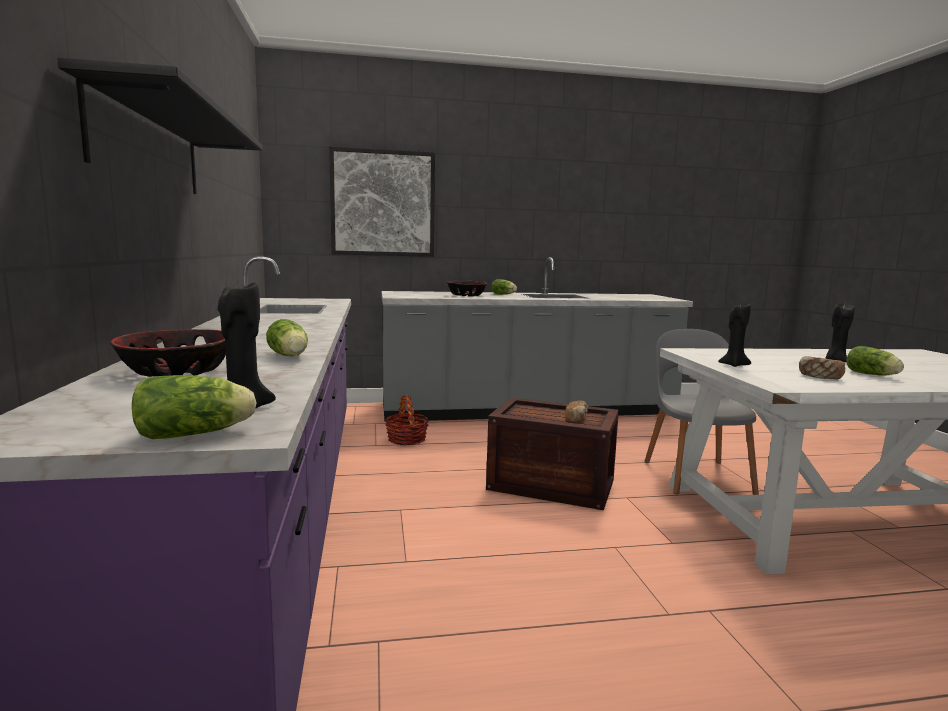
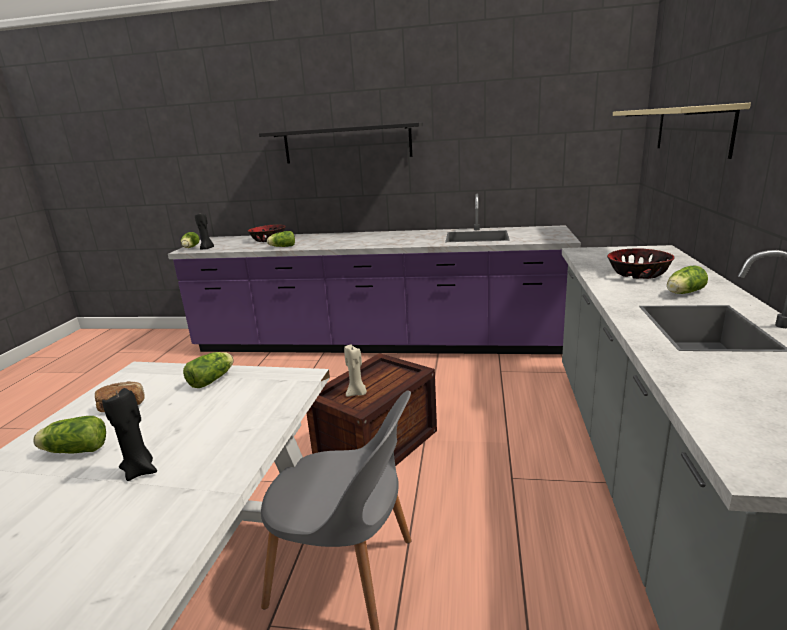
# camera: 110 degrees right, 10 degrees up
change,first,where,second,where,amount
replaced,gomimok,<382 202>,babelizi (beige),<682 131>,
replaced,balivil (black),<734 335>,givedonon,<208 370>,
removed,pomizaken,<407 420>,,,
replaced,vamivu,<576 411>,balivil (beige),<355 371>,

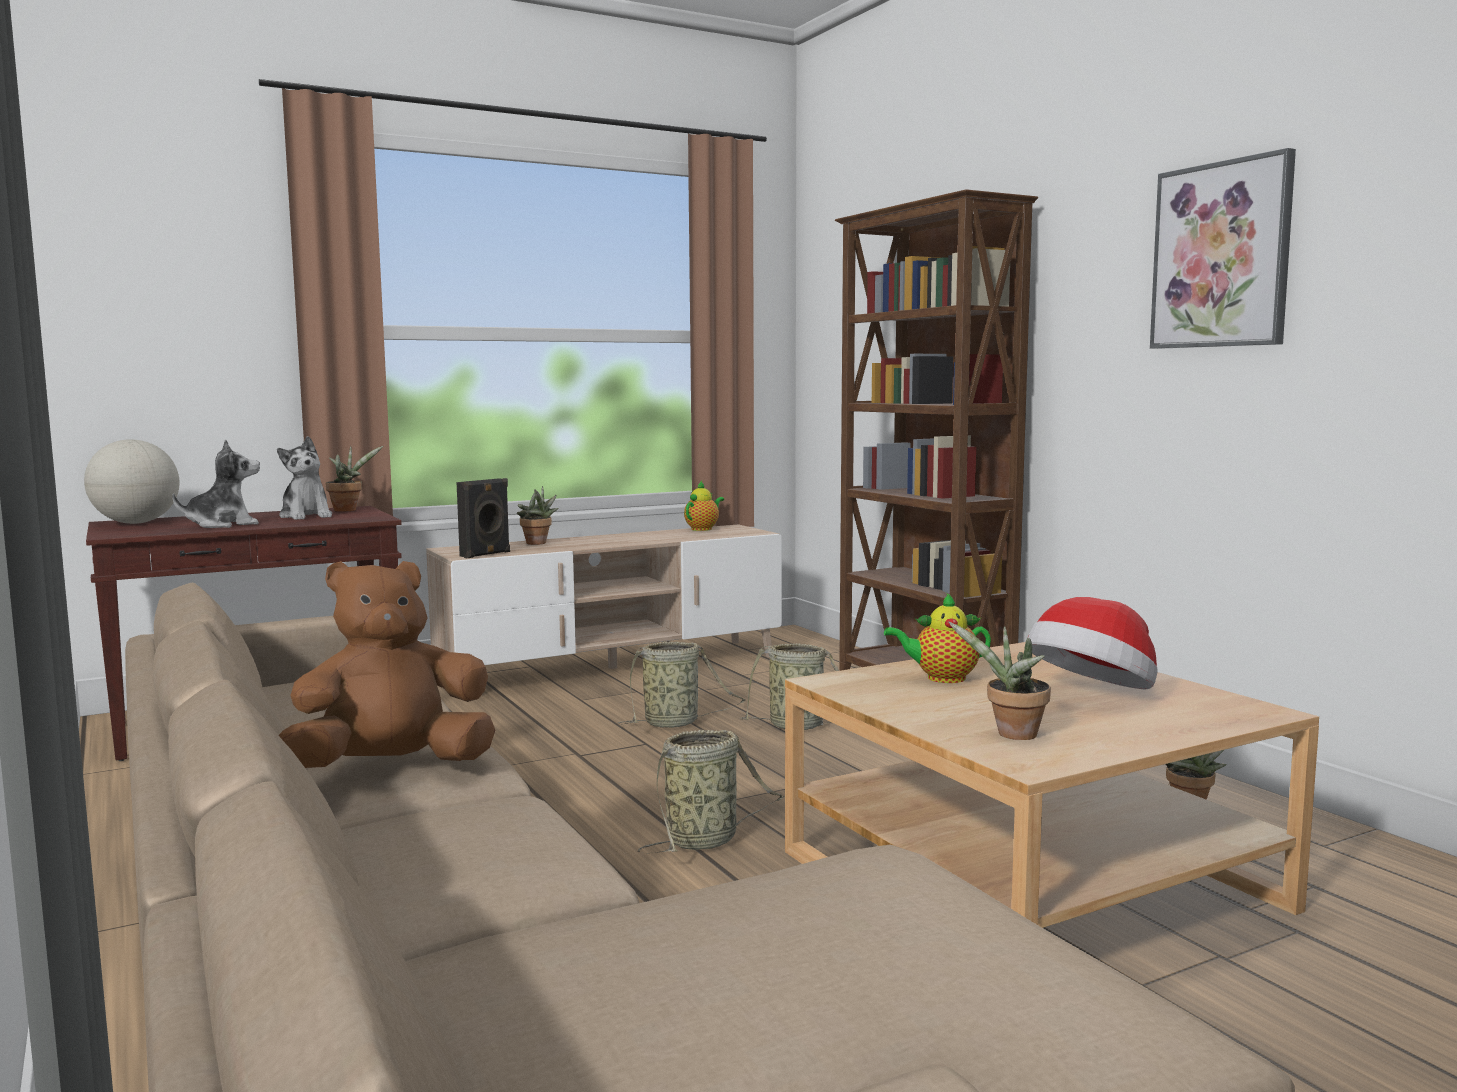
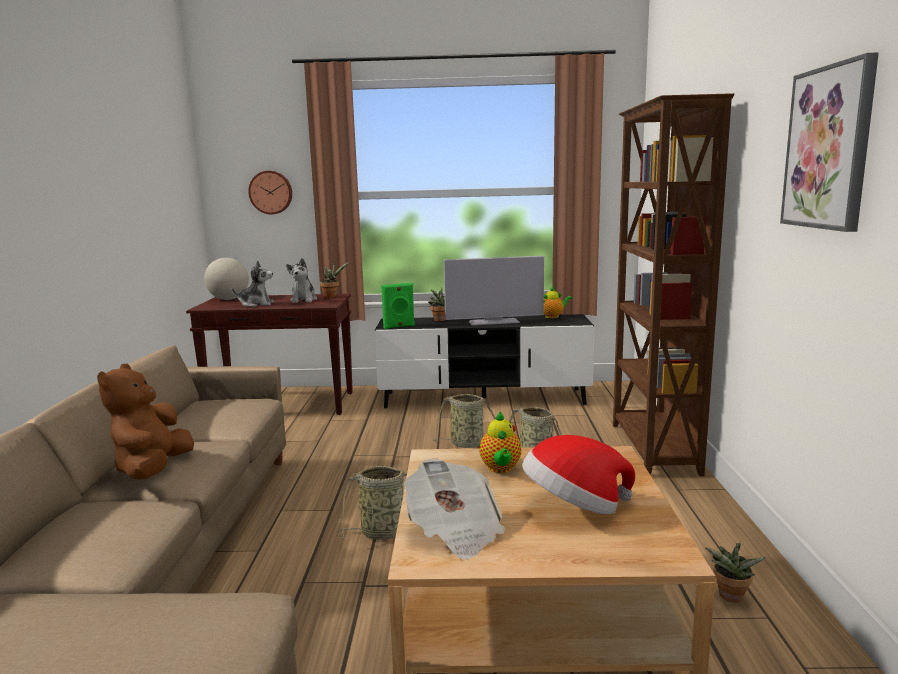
# camera: 30 degrees right, 5 degrees up
change,first,where,second,where,amount
recoloured,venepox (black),<483 518>,venepox (green),<398 306>,
recoloured,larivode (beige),<604 596>,larivode (black),<484 361>,
turned,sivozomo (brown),<387 664>,,<145 422>,90 degrees counterclockwise
turned,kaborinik,<937 638>,,<500 442>,120 degrees counterclockwise
replaced,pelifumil,<999 680>,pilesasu,<454 509>,
added,,,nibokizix,<270 192>,
added,,,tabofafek,<494 290>,

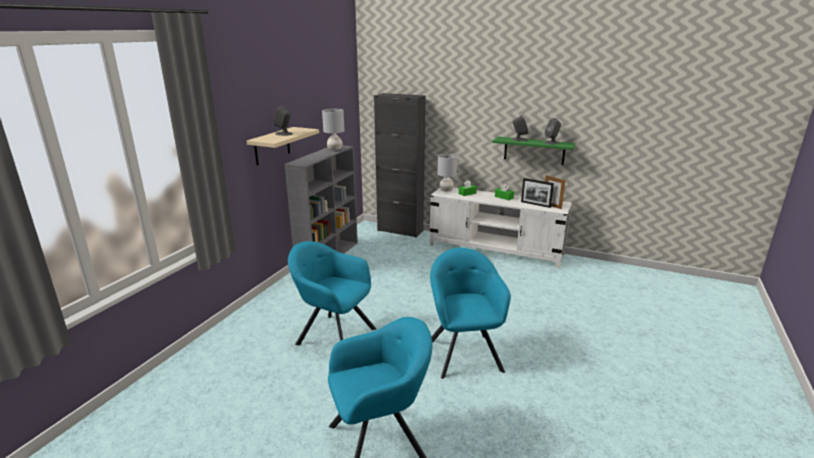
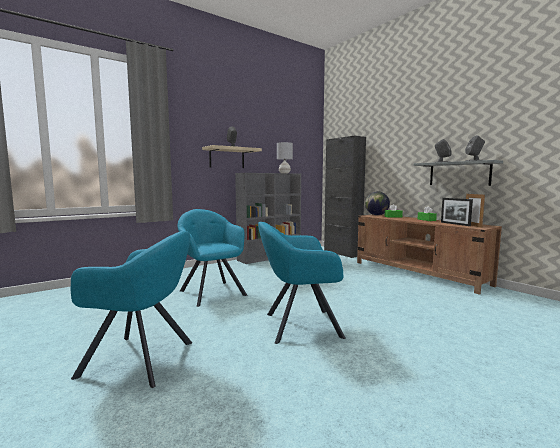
# camera: 30 degrees right, 15 degrees down
change,first,where,second,where,amount
recoloured,babelizi (green),<533 151>,babelizi (grey),<458 173>,
replaced,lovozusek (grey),<447 172>,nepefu,<377 203>,
recoloured,larivode (white),<501 227>,larivode (brown),<429 254>,
turned,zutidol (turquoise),<470 313>,,<302 283>,120 degrees counterclockwise

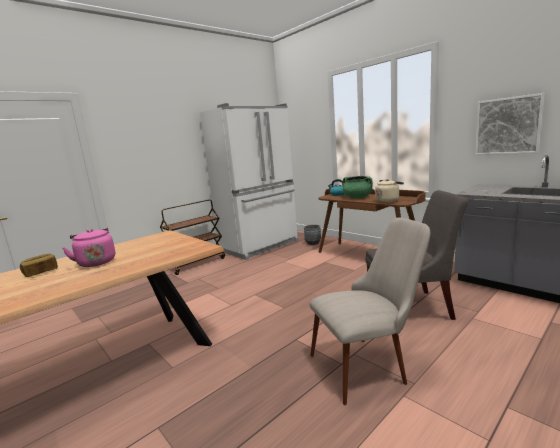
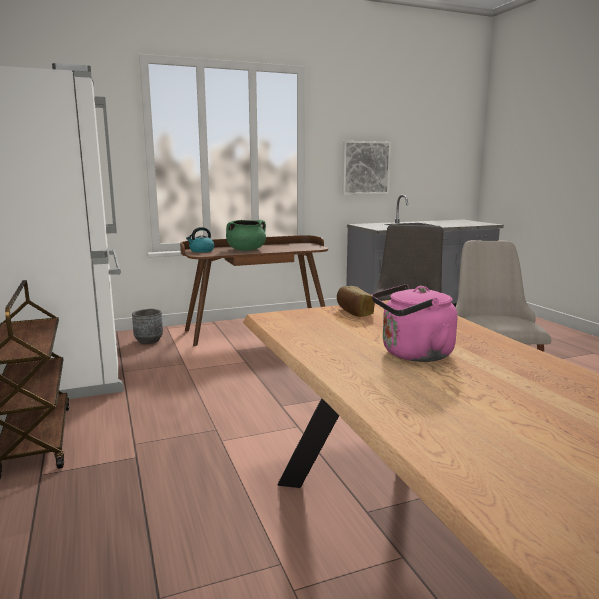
# camera: 70 degrees left, 0 degrees up
change,first,where,second,where,amount
removed,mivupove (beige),<389 191>,,,
moved,vamivu,<39 265>,,<356 301>,

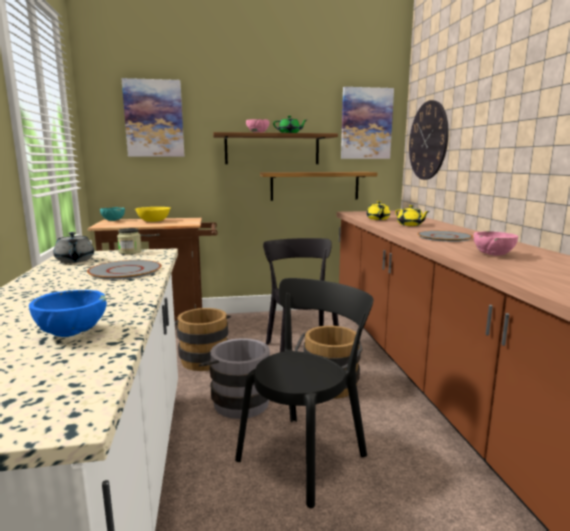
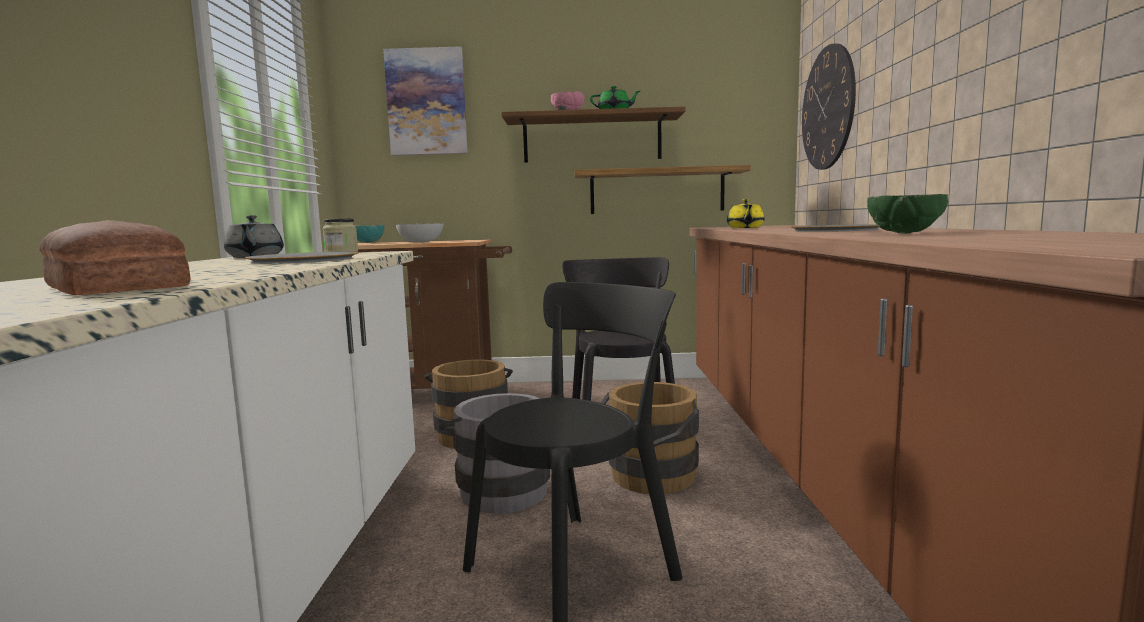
# camera: 10 degrees right, 5 degrees down
change,first,where,second,where,amount
removed,gomimok,<367 123>,,,
removed,kaborinik (yellow),<412 215>,,,
recoloured,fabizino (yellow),<152 214>,fabizino (white),<419 232>,
recoloured,fabizino (pink),<496 243>,fabizino (green),<907 214>,
replaced,fabizino (blue),<68 313>,vamivu,<115 257>,

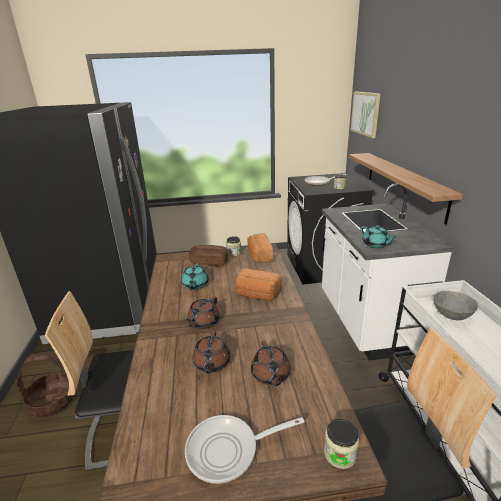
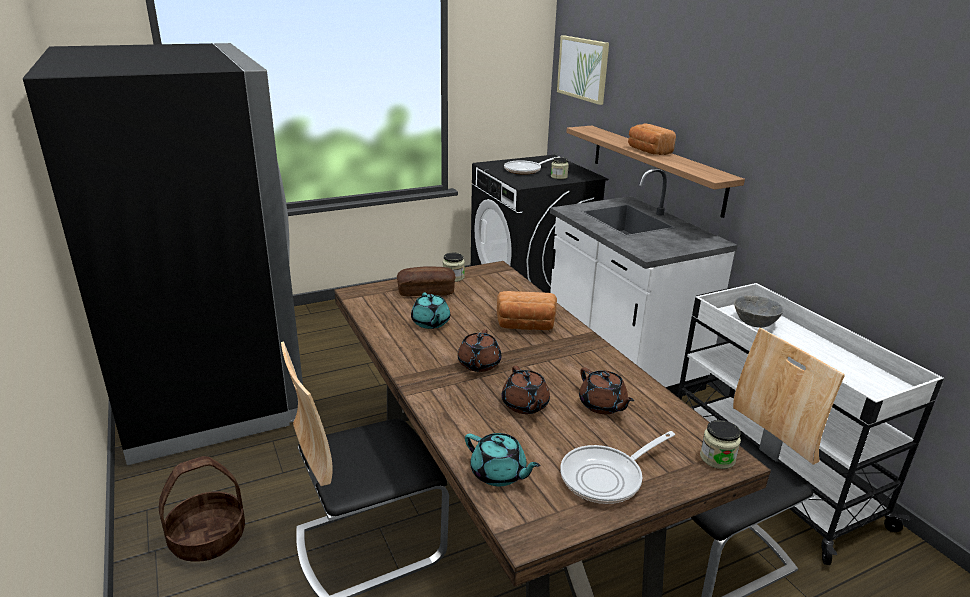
# camera: 20 degrees left, 0 degrees up
change,first,where,second,where,amount
moved,kaborinik (turquoise),<378 236>,,<503 459>,
moved,vamivu,<260 248>,,<652 139>,

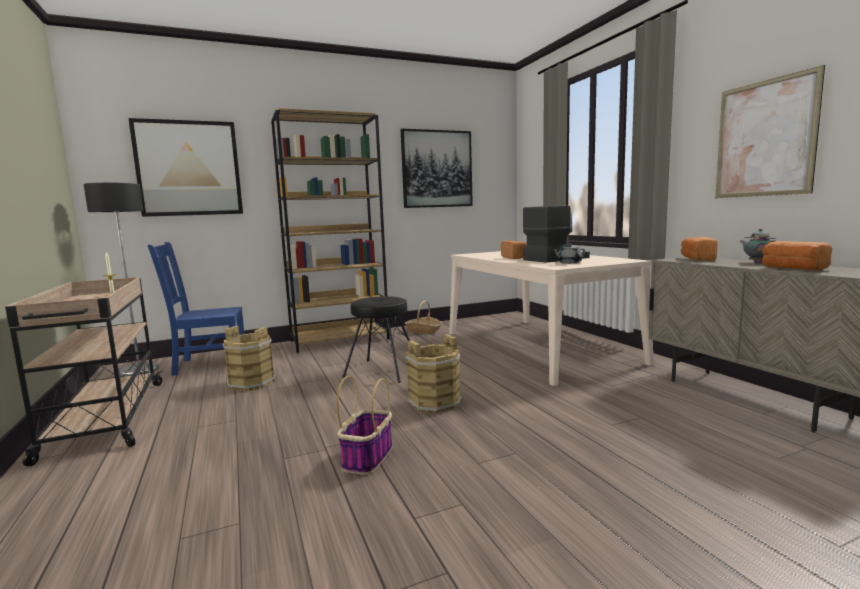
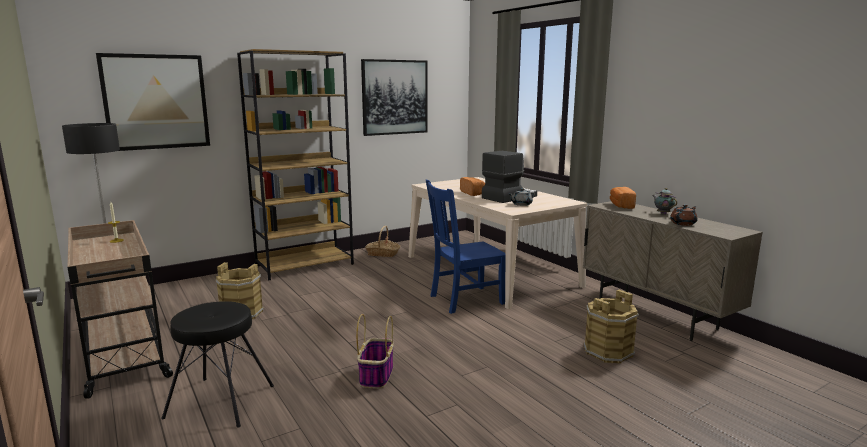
# camera: 10 degrees left, 5 degrees up
change,first,where,second,where,amount
removed,gomimok,<770 131>,,,
replaced,vamivu,<797 255>,kaborinik (brown),<684 215>,
moved,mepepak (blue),<196 309>,,<466 247>,
moved,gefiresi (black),<376 339>,,<217 364>,
moved,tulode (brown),<433 374>,,<611 327>,

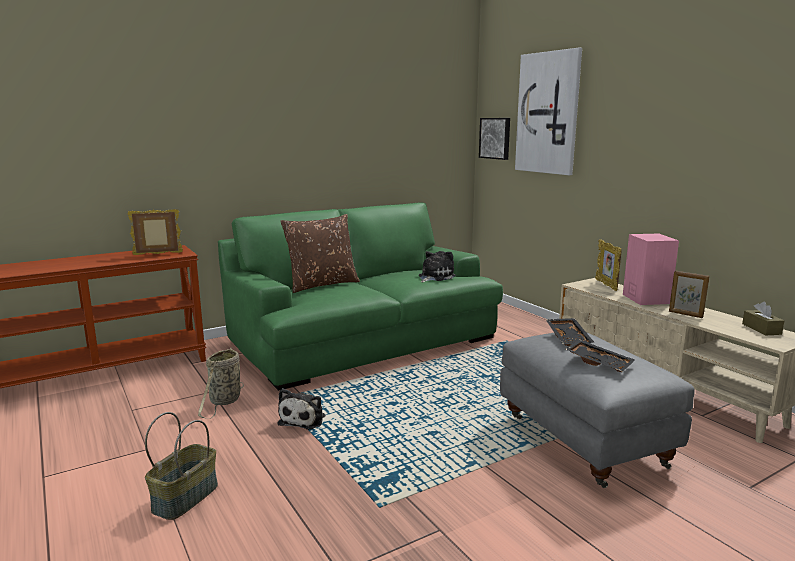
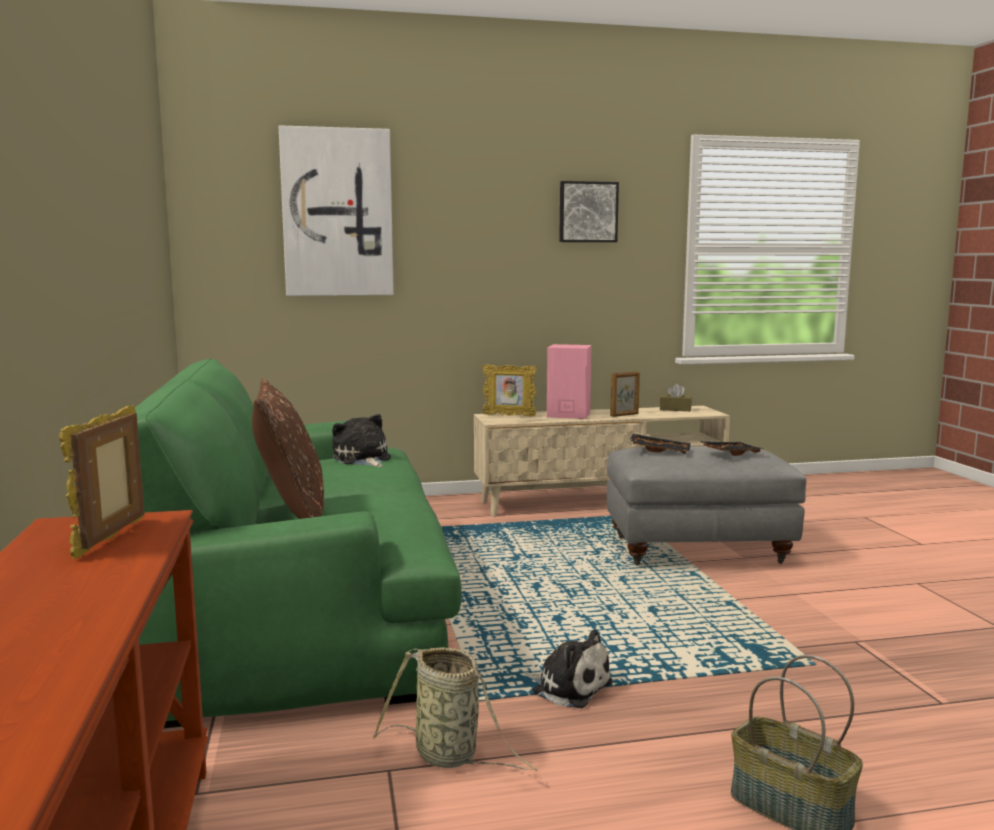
# camera: 70 degrees left, 5 degrees down
change,first,where,second,where,amount
moved,gomimok,<494 139>,,<589 211>,

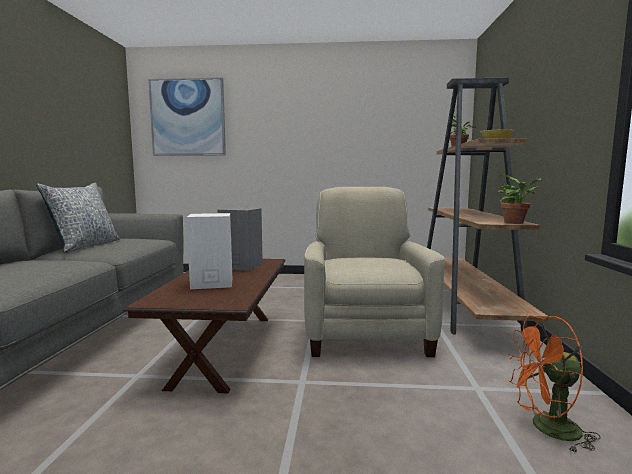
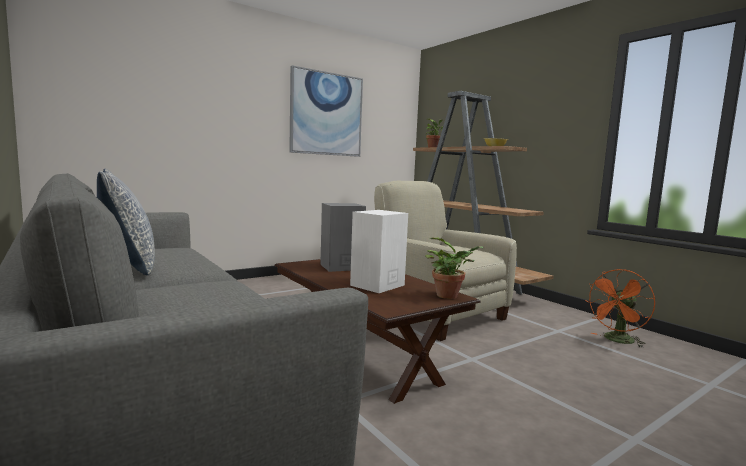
# camera: 40 degrees left, 0 degrees up
change,first,where,second,where,amount
moved,gomimok,<187 117>,,<326 111>,
moved,pelifumil,<519 199>,,<454 268>,

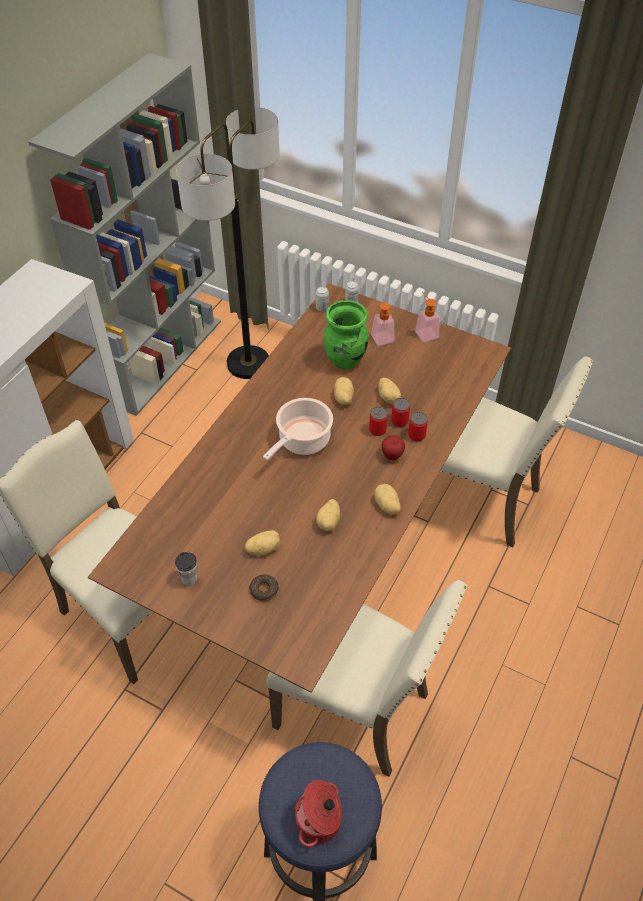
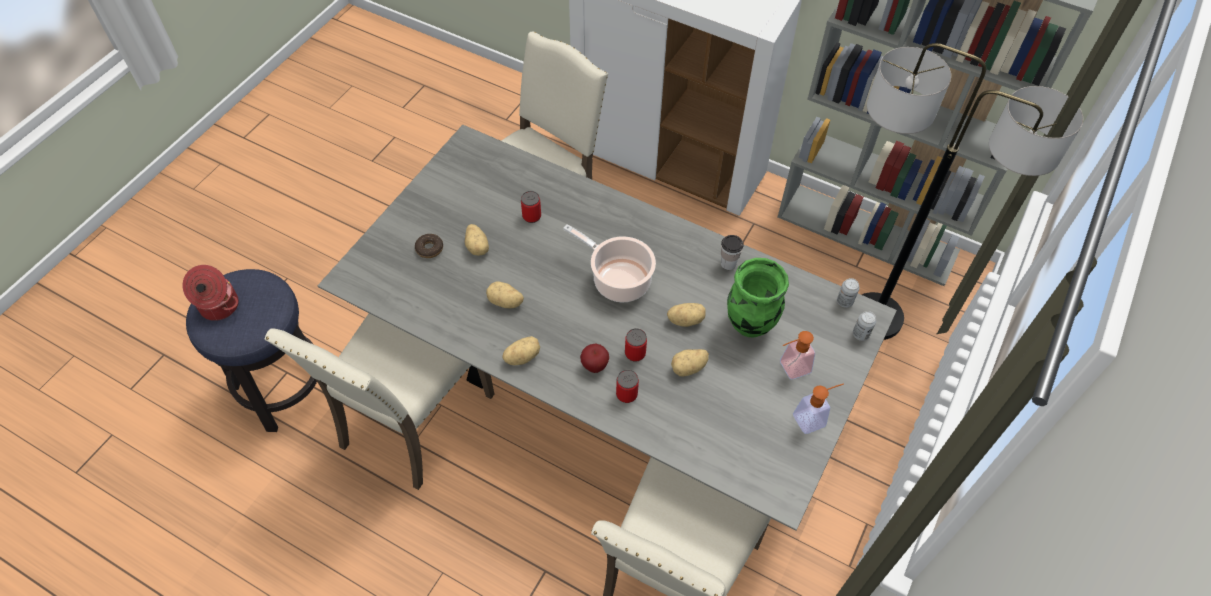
# camera: 90 degrees right, 5 degrees up
change,first,where,second,where,amount
recoloured,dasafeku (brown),<299 488>,dasafeku (grey),<607 328>,
moved,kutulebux,<400 412>,,<531 207>,
moved,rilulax,<186 568>,,<732 252>,

